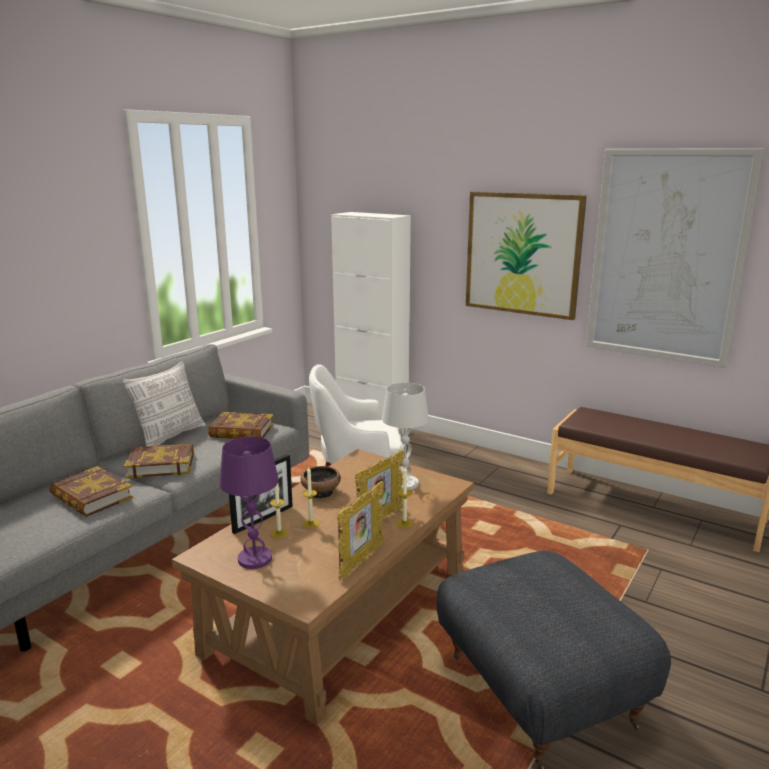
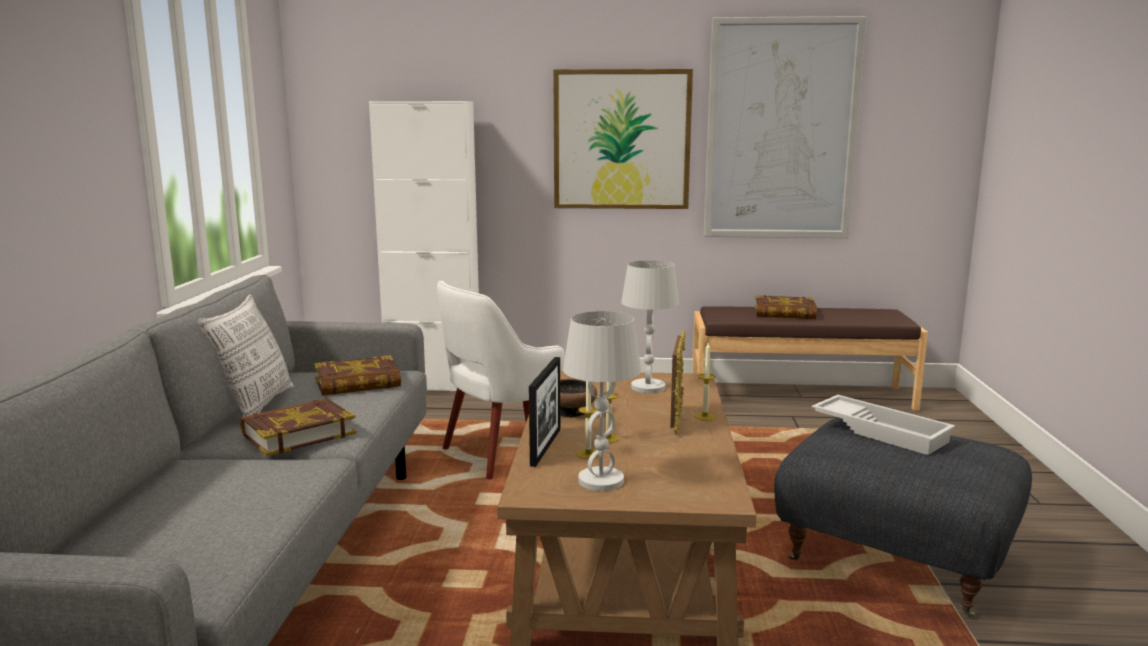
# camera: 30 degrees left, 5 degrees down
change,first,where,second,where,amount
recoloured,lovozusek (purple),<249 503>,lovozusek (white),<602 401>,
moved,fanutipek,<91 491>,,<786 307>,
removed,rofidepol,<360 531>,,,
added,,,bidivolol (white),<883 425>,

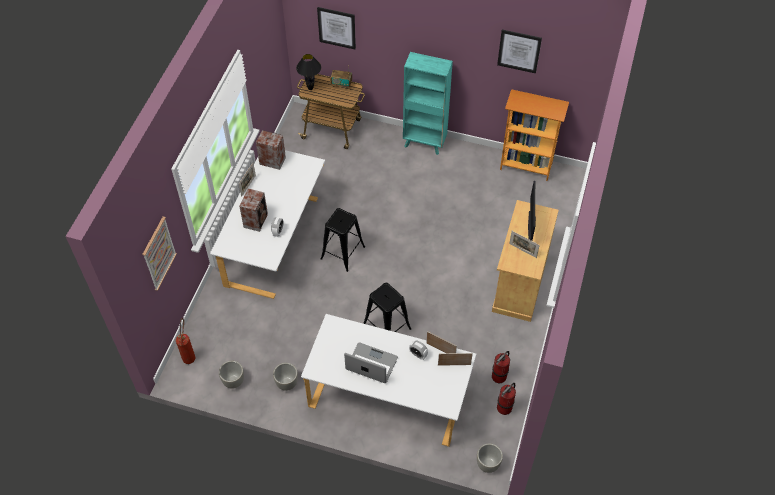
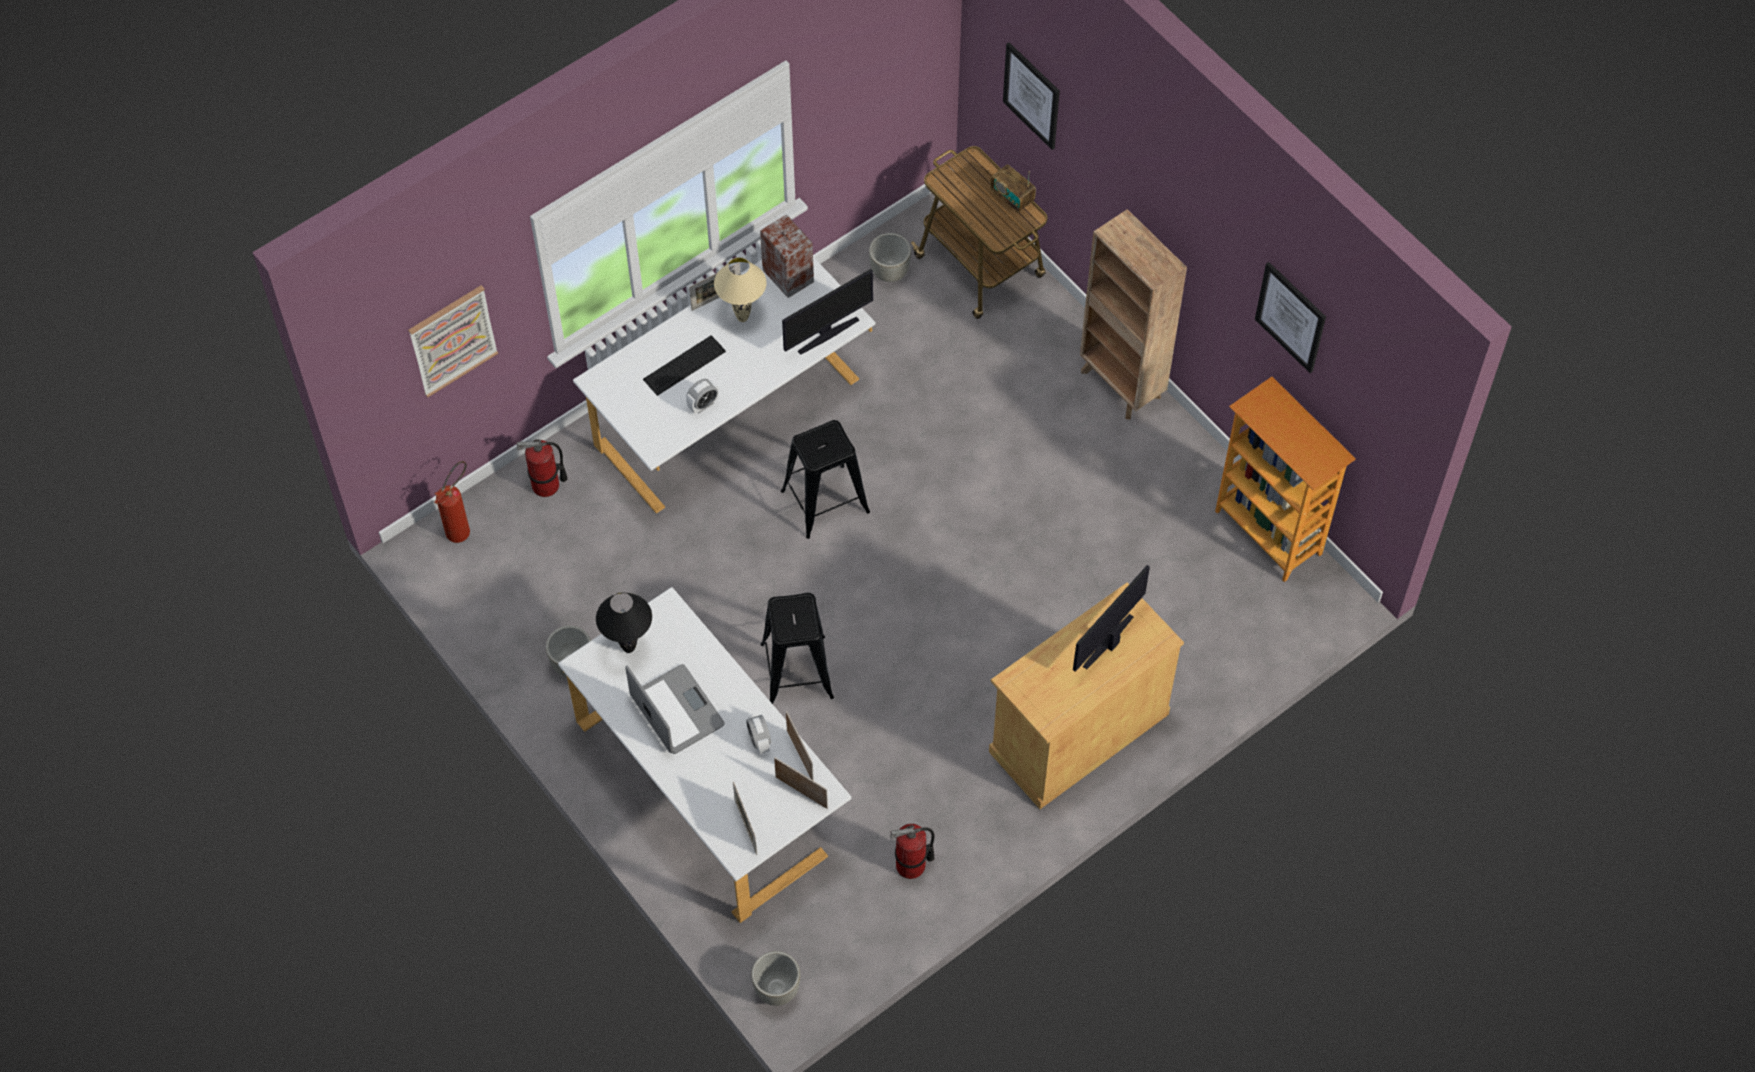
# camera: 35 degrees right, 5 degrees up
change,first,where,second,where,amount
recoloured,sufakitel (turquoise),<428 103>,sufakitel (brown),<1133 314>,
moved,lovozusek (black),<308 72>,,<624 622>,
replaced,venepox,<253 210>,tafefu,<684 365>,
moved,rofidepol,<524 244>,,<745 818>,
moved,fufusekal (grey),<231 374>,,<890 257>,
moved,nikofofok,<506 399>,,<542 468>,
added,,,lovozusek (beige),<740 289>,
added,,,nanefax,<827 312>,

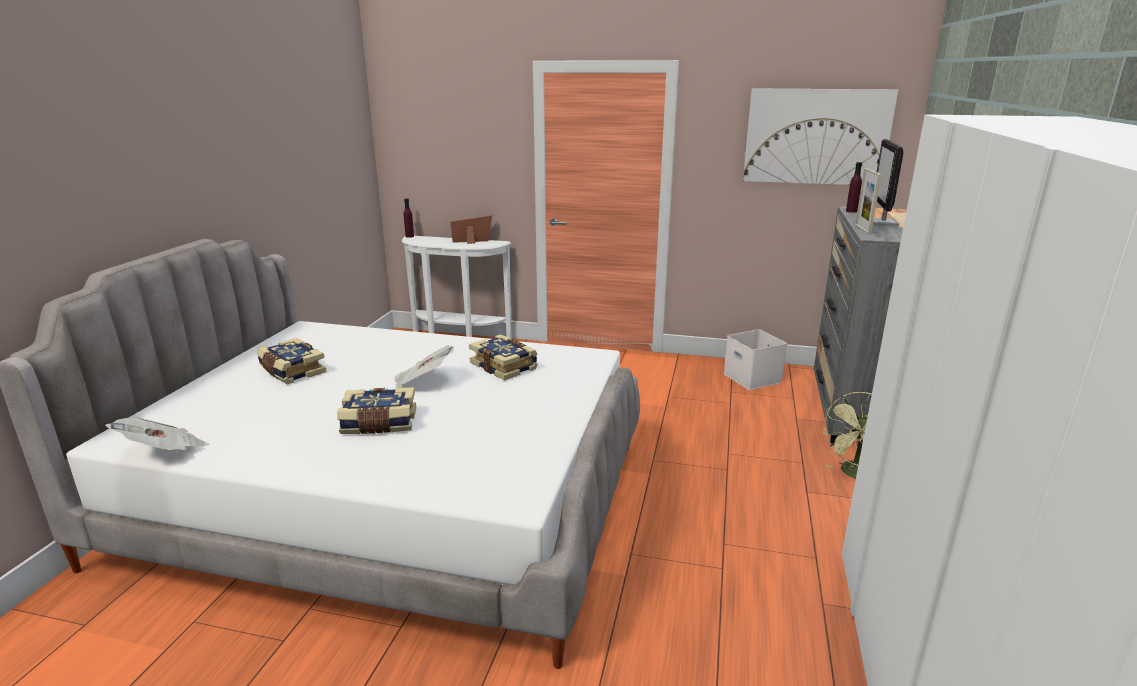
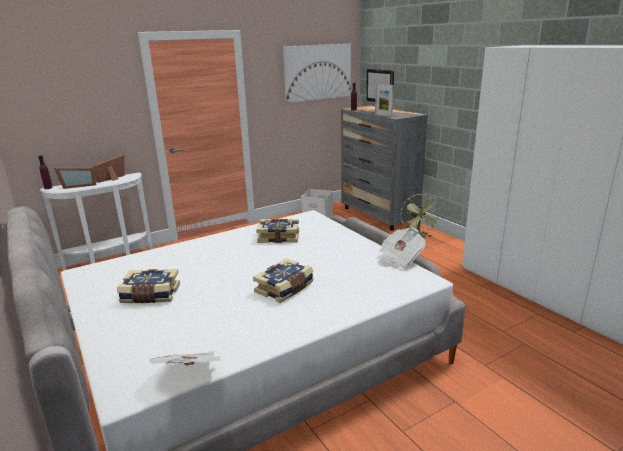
# camera: 45 degrees left, 0 degrees up
change,first,where,second,where,amount
moved,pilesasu,<424 366>,,<402 248>,
added,,,rofidepol,<75 178>,

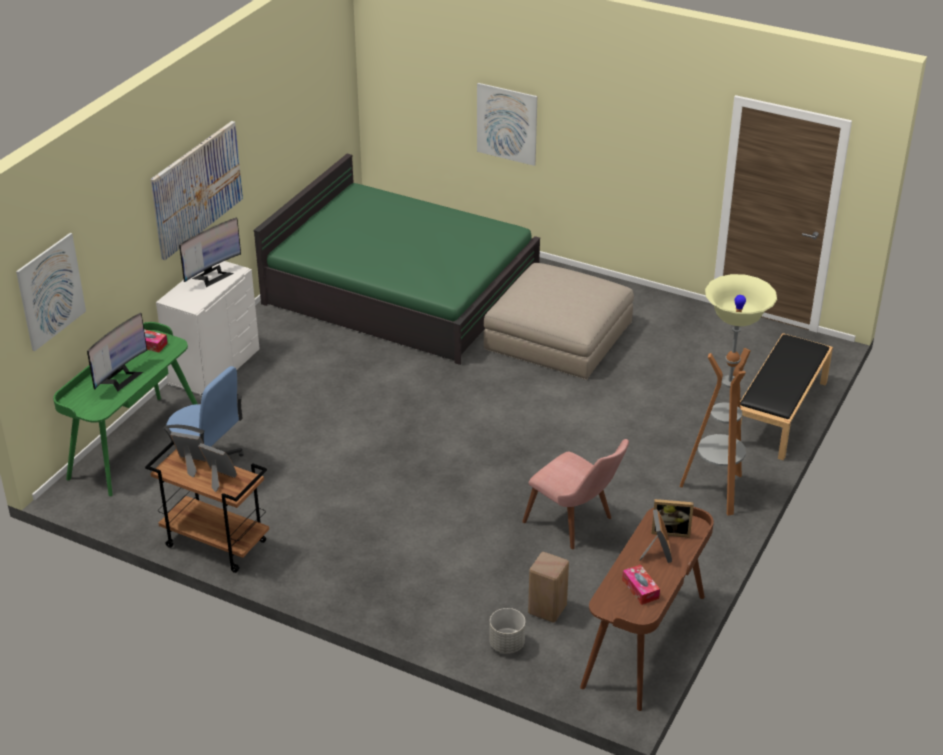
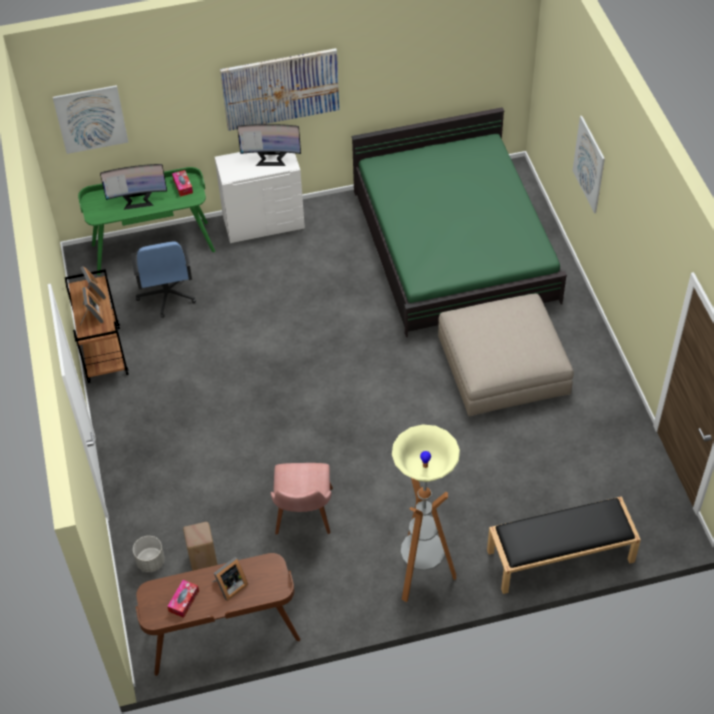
# camera: 50 degrees right, 15 degrees up
change,first,where,second,where,amount
removed,rofidepol,<672 518>,,,

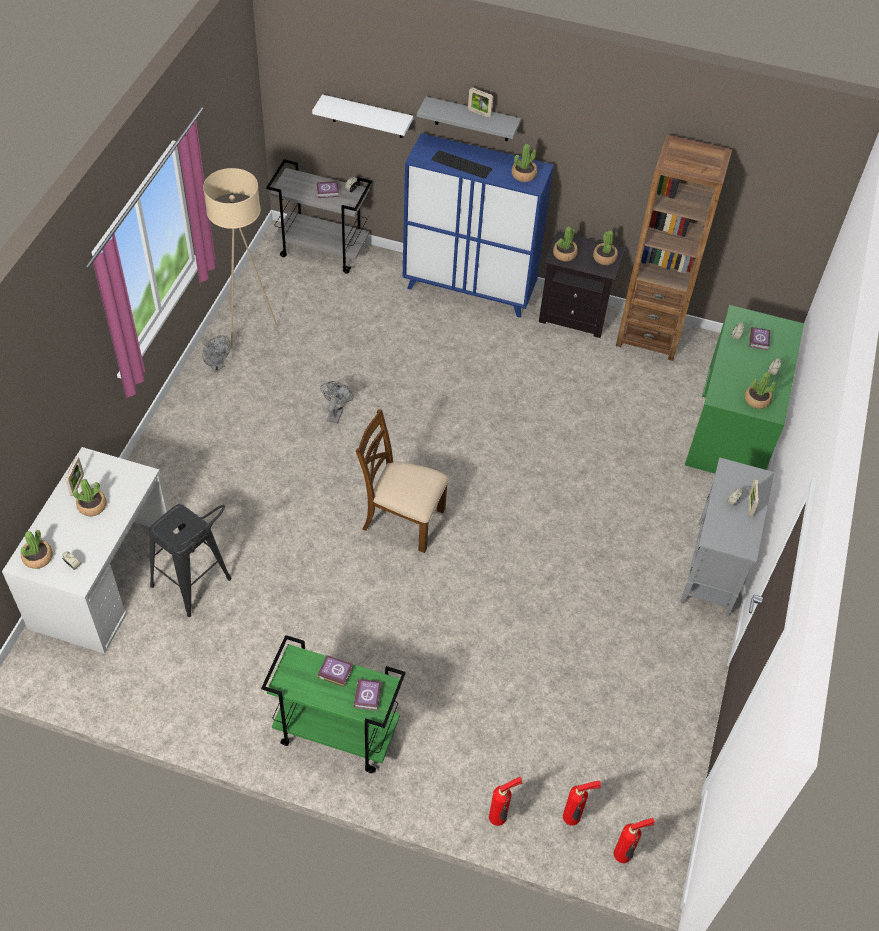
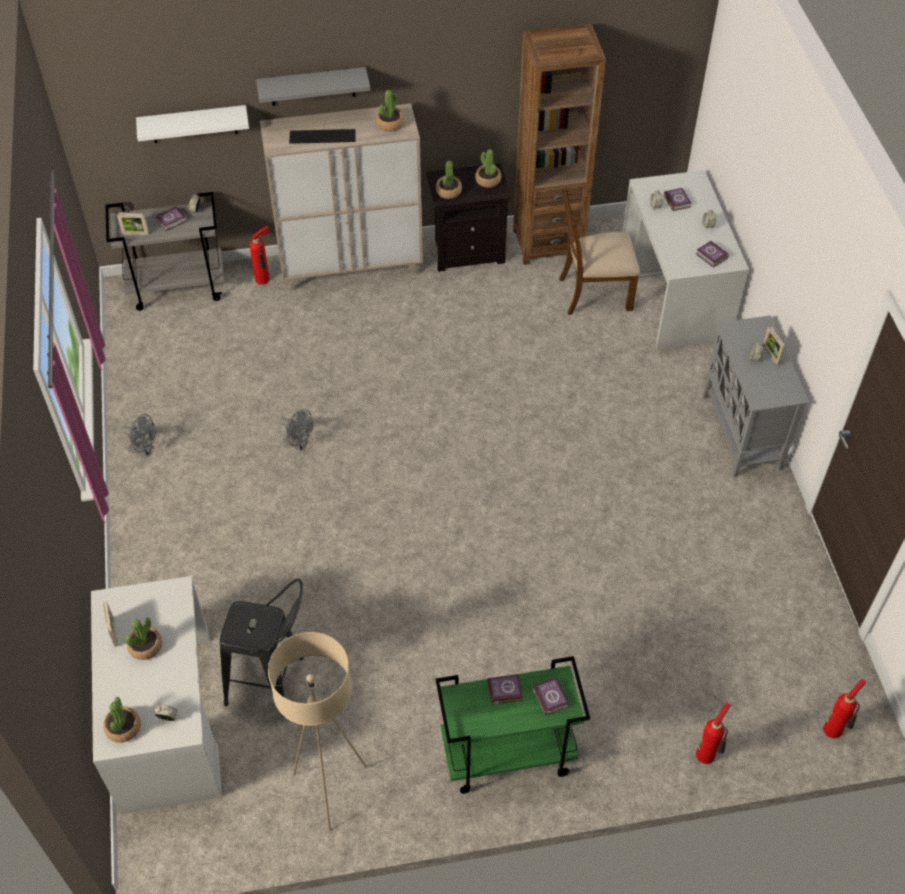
# camera: 25 degrees left, 0 degrees up
change,first,where,second,where,amount
moved,rofidepol,<480 102>,,<133 224>,
recoloured,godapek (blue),<478 225>,godapek (beige),<341 197>,
moved,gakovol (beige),<240 258>,,<317 731>,
recoloured,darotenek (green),<744 389>,darotenek (white),<686 260>,
replaced,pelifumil,<760 390>,fanutipek,<712 254>,
turned,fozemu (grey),<336 402>,,<296 430>,135 degrees clockwise
moved,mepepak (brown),<402 481>,,<599 251>,
moved,nikofofok,<582 803>,,<260 255>,

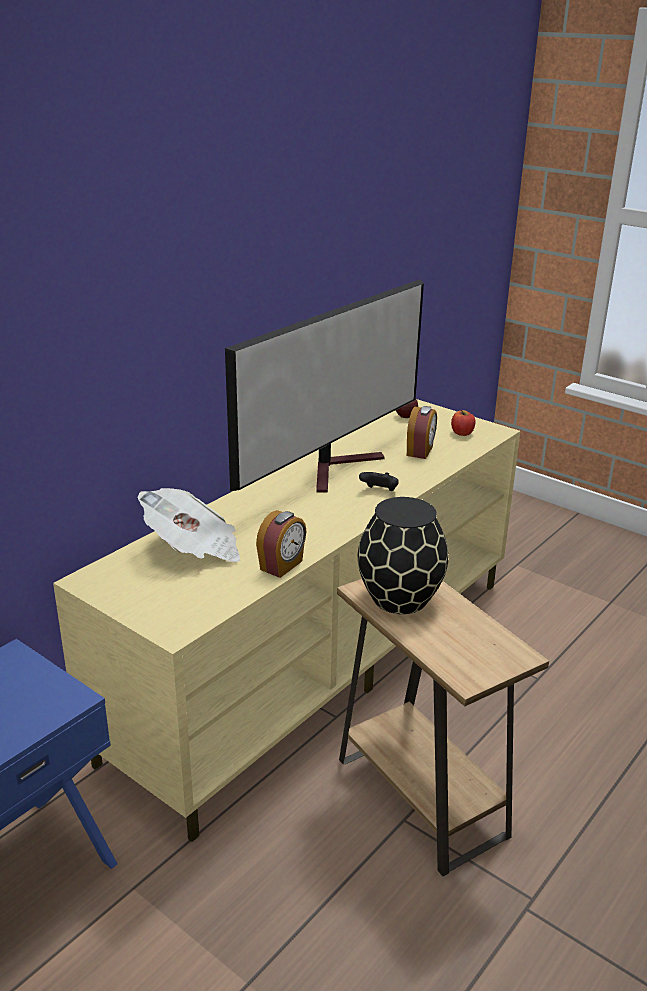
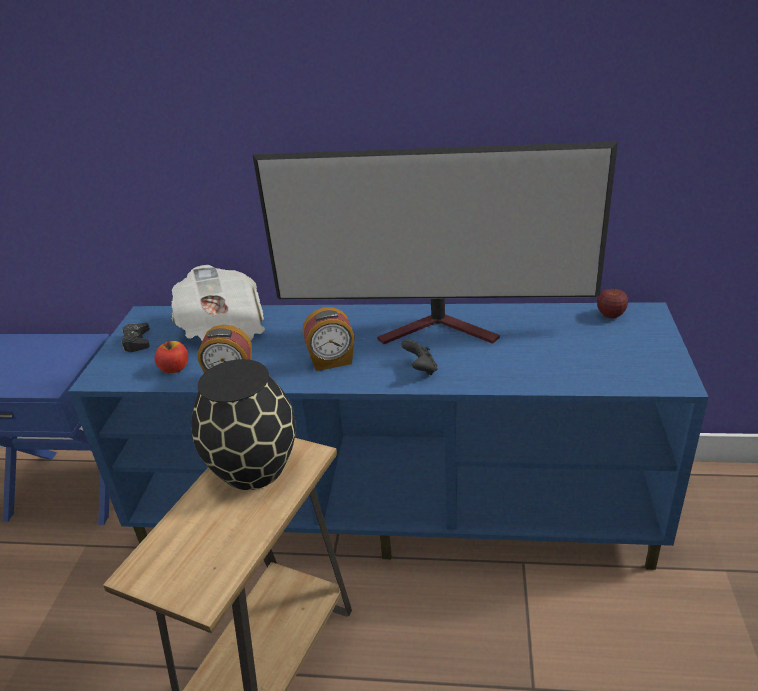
# camera: 60 degrees right, 5 degrees up
change,first,where,second,where,amount
recoloured,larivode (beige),<286 620>,larivode (blue),<388 436>,
moved,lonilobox,<422 432>,,<328 339>,
moved,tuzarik,<463 423>,,<171 357>,
added,,,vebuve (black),<136 337>,

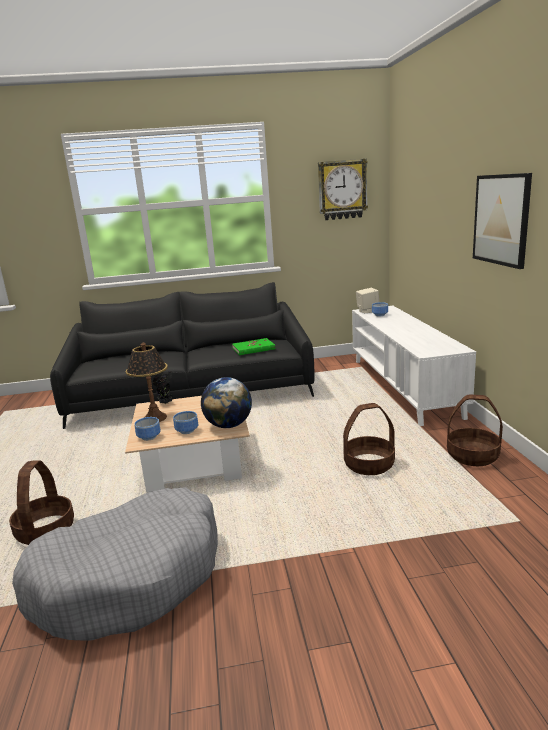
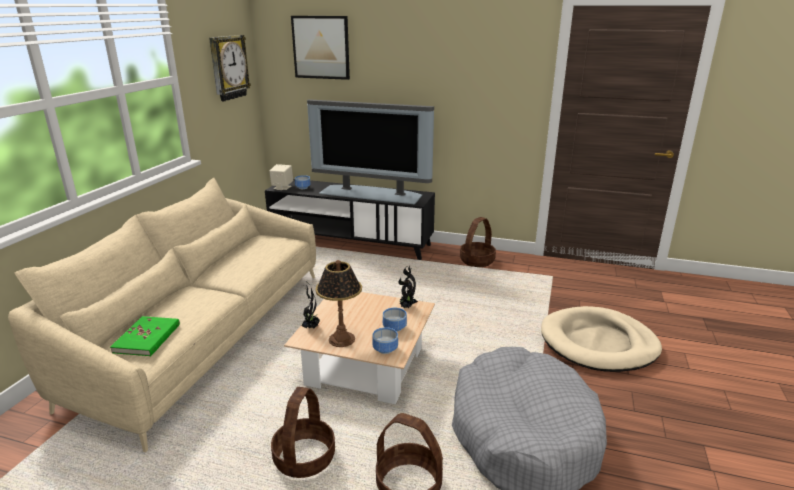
# camera: 65 degrees left, 5 degrees up
change,first,where,second,where,amount
moved,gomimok,<502 221>,,<320 48>,
recoloured,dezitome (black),<182 355>,dezitome (beige),<162 315>,
recoloured,larivode (white),<414 366>,larivode (black),<350 219>,
moved,fanutipek (green),<253 346>,,<145 336>,
replaced,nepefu,<226 402>,pelifumil,<408 287>,
moved,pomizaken,<369 439>,,<303 432>,
added,,,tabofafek,<370 152>,
added,,,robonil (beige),<601 339>,

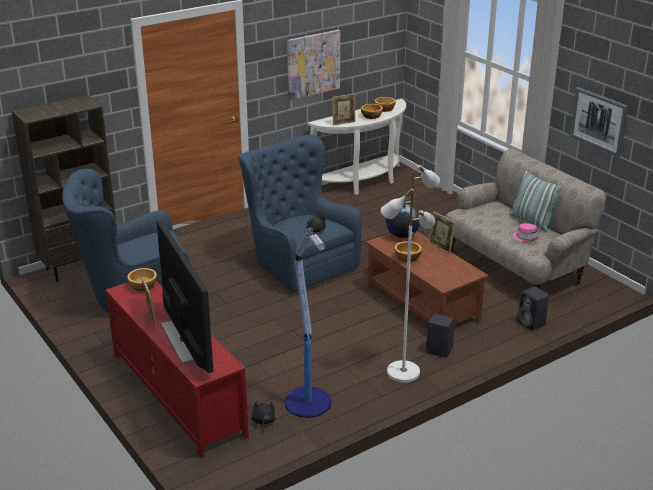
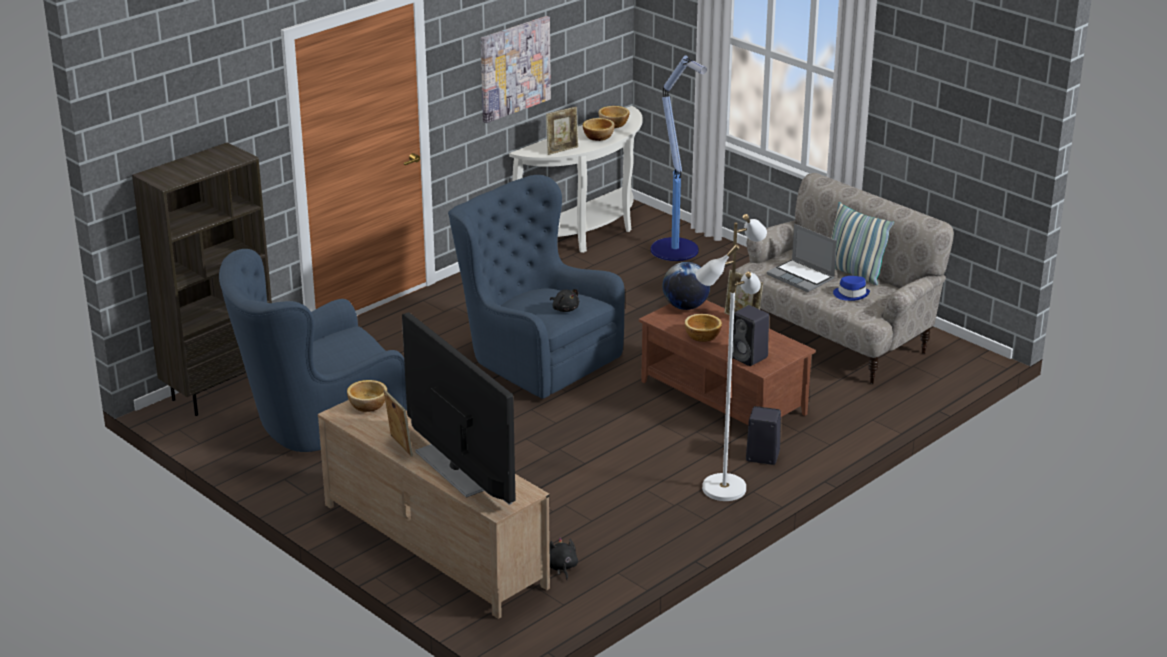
# camera: 10 degrees left, 0 degrees up
change,first,where,second,where,amount
removed,gomimok,<599 122>,,,
recoloured,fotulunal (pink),<526 232>,fotulunal (blue),<851 288>,
moved,gakovol,<307 322>,,<678 158>,
recoloured,larivode (red),<177 369>,larivode (beige),<434 509>,
moved,venepox (black),<533 309>,,<750 335>,
added,,,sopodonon,<802 258>,

